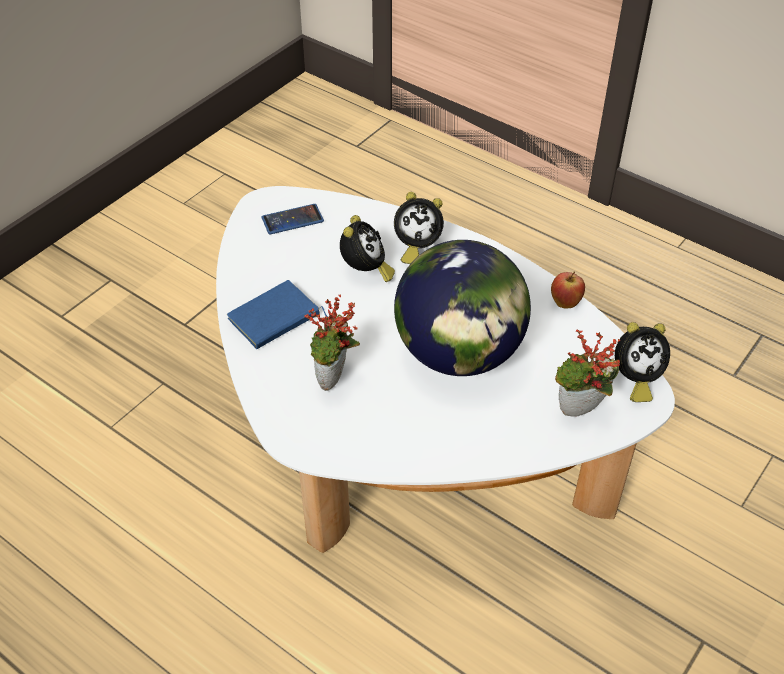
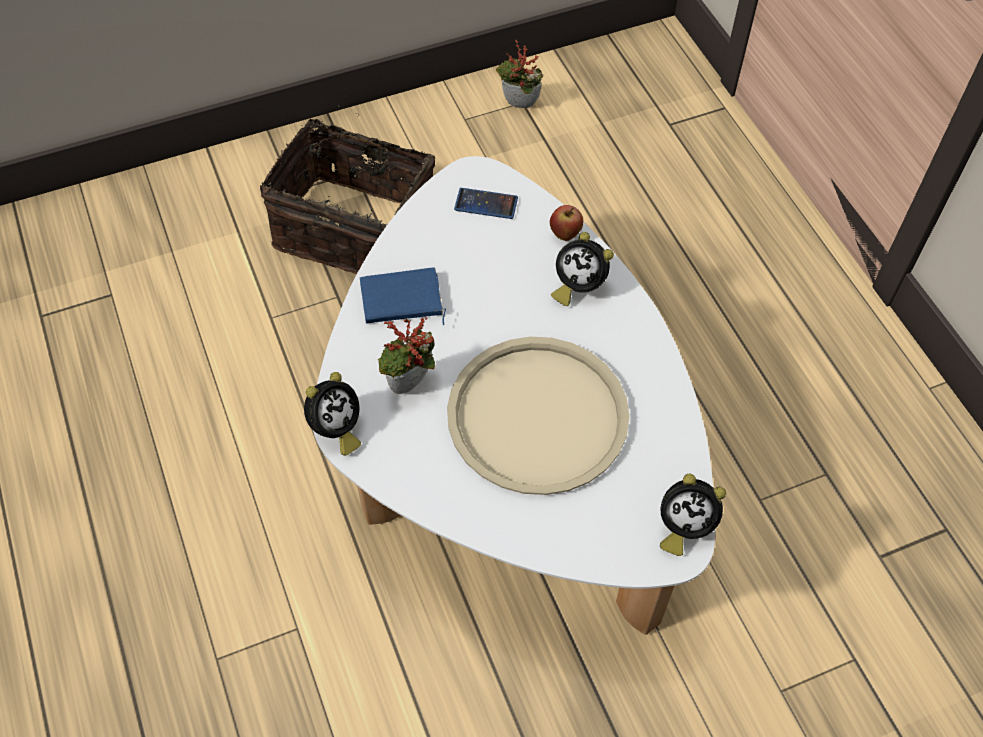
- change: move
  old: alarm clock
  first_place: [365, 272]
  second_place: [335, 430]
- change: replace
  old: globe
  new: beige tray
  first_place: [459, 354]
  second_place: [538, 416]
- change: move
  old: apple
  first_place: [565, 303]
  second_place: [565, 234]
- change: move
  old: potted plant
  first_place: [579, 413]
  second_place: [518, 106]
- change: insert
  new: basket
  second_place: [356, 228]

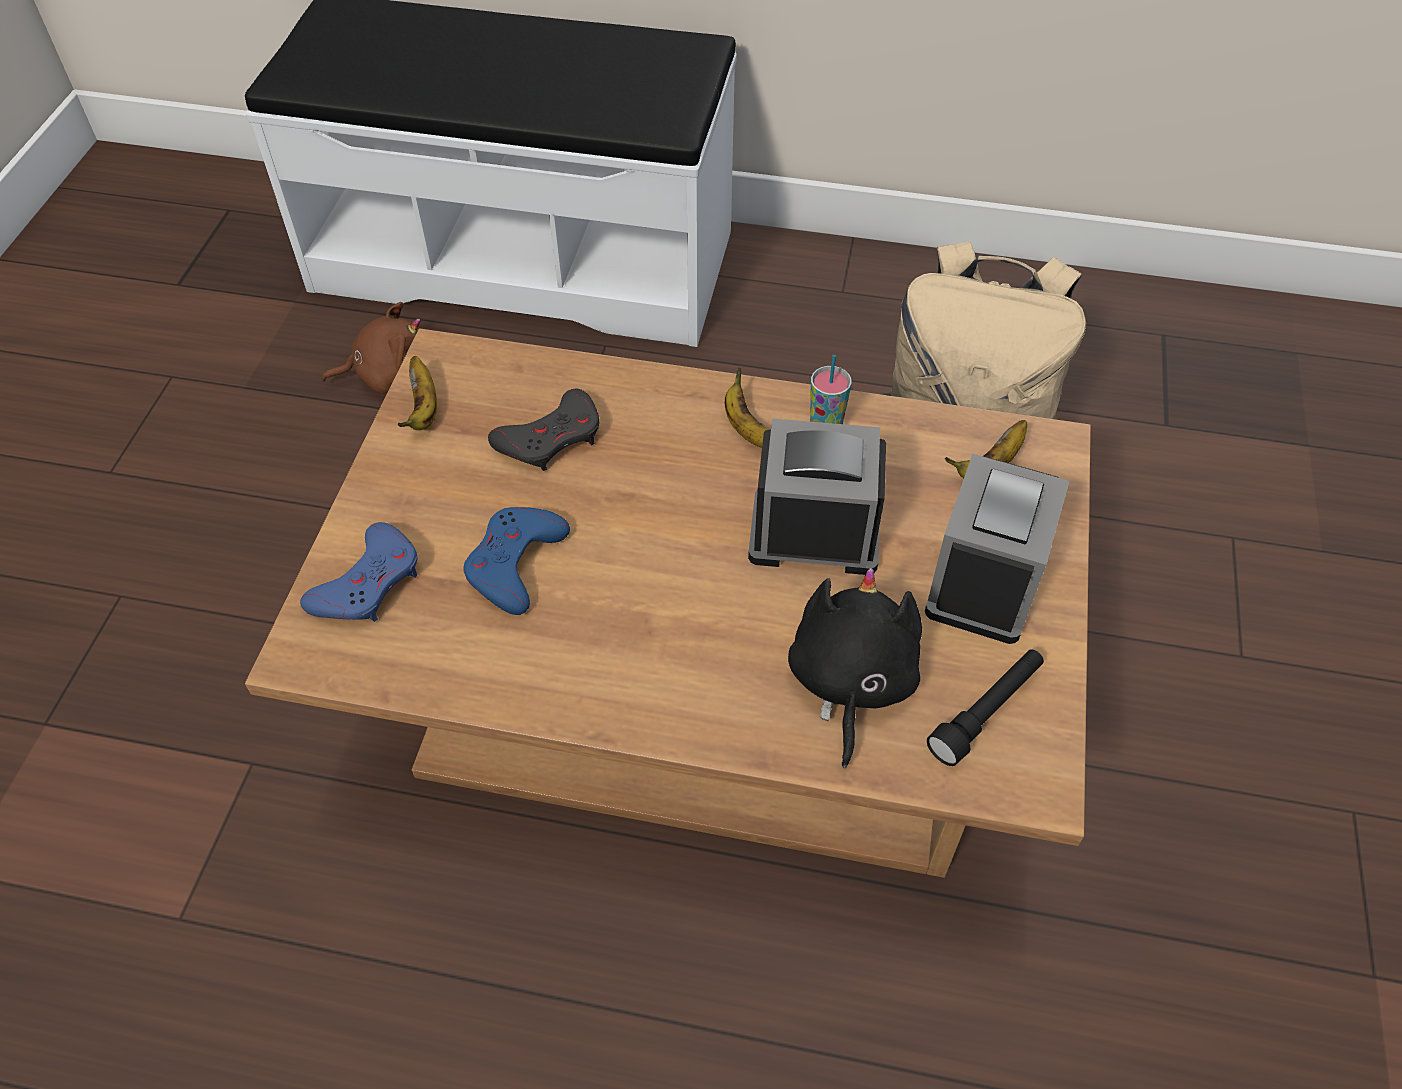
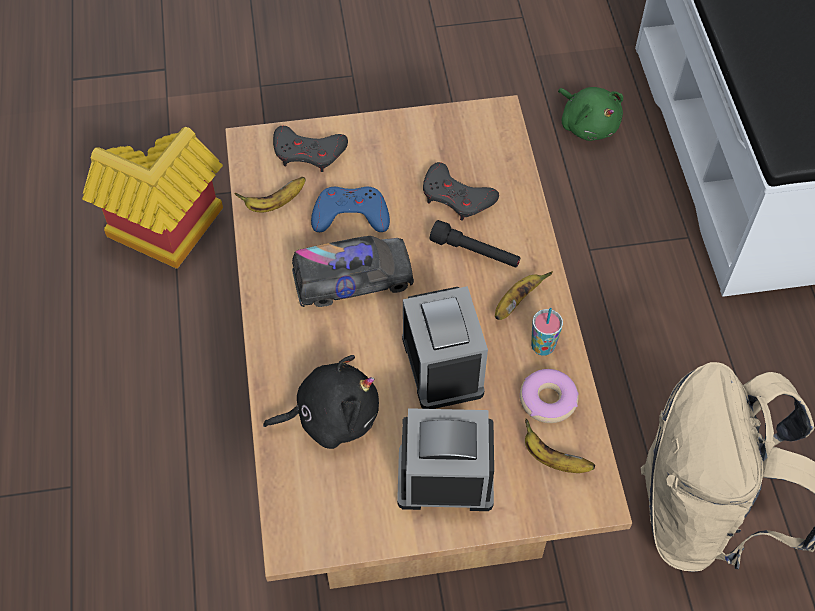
- change: recolor
  old: blue game controller
  new: grey game controller
  first_place: [368, 583]
  second_place: [308, 152]
- change: recolor
  old: brown plush toy
  new: green plush toy
  first_place: [389, 374]
  second_place: [588, 124]
- change: move
  old: banana
  first_place: [423, 409]
  second_place: [275, 203]
- change: move
  old: black flashlight
  first_place: [986, 712]
  second_place: [475, 252]
- change: insert
  new: toy house
  second_place: [164, 234]
- change: insert
  new: toy truck
  second_place: [353, 281]
- change: insert
  new: donut
  second_place: [548, 400]

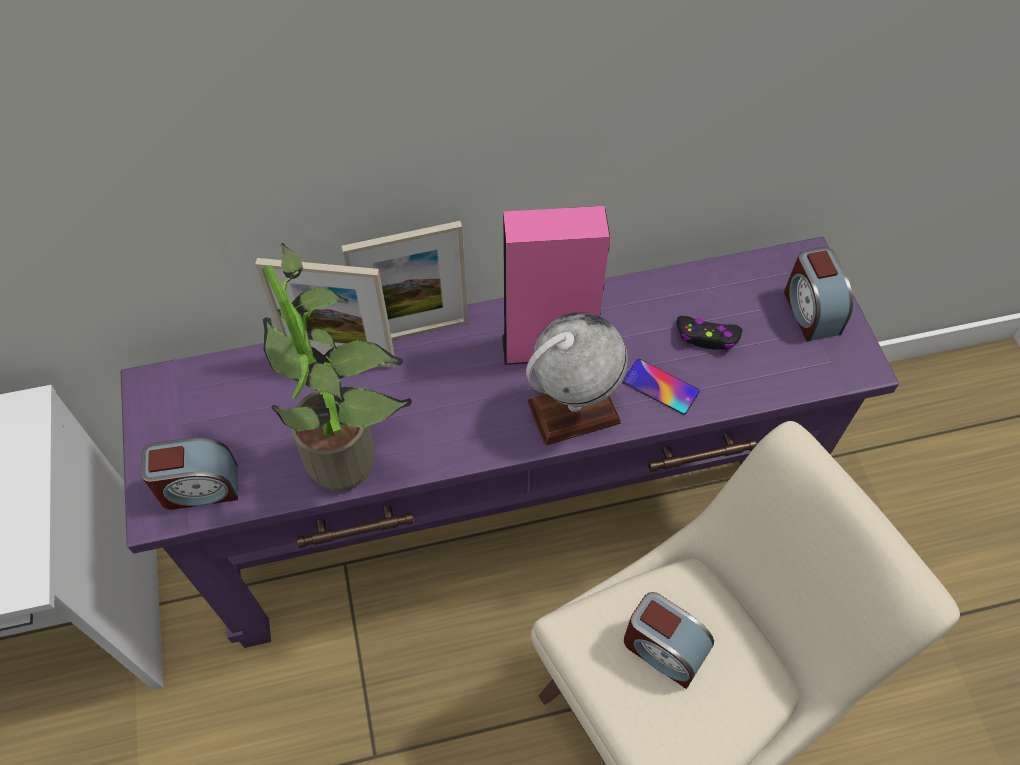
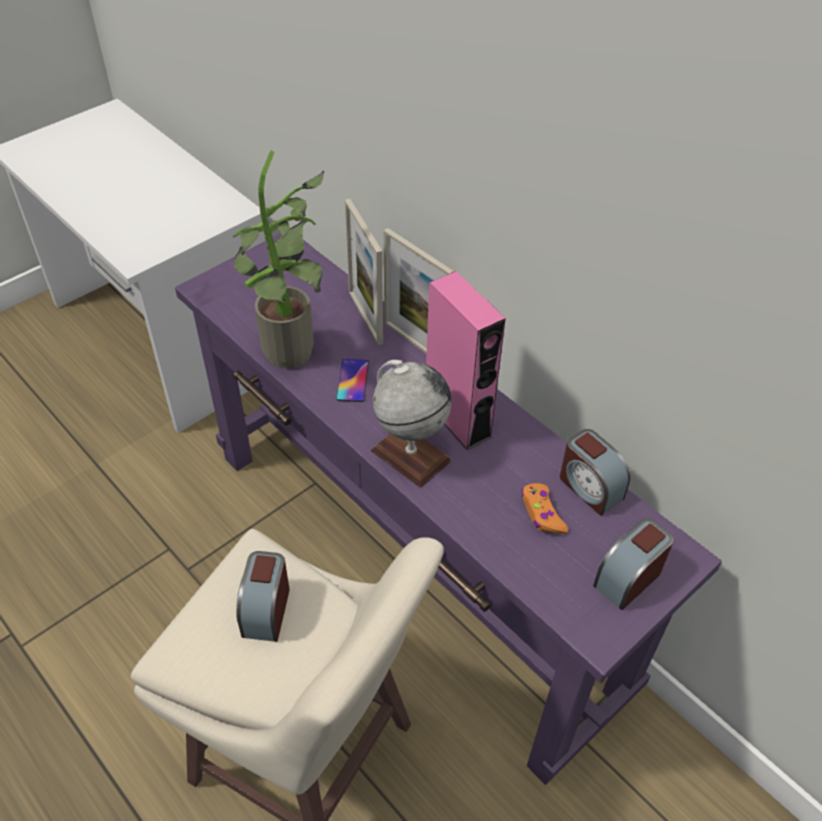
- change: move
  old: alarm clock
  first_place: [199, 487]
  second_place: [589, 487]
- change: move
  old: phone
  first_place: [660, 387]
  second_place: [353, 380]
- change: recolor
  old: black game controller
  new: orange game controller
  first_place: [707, 337]
  second_place: [542, 513]

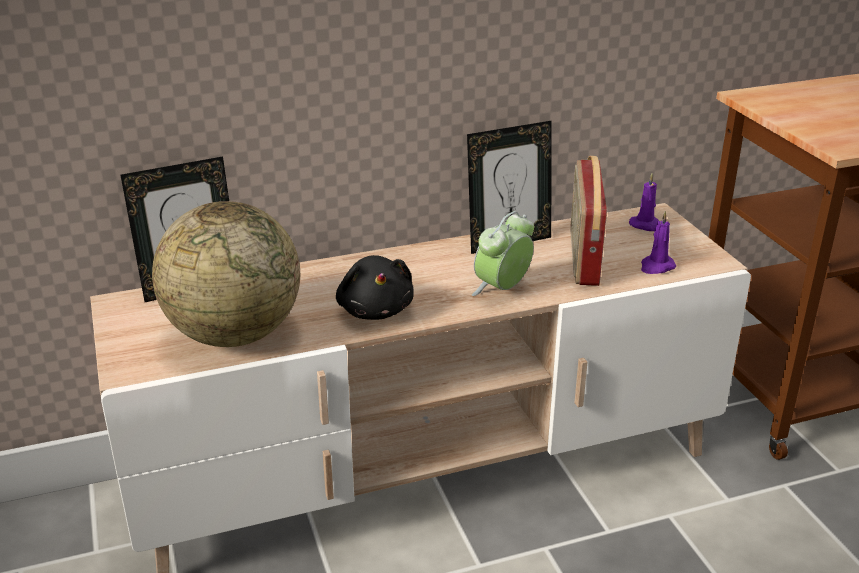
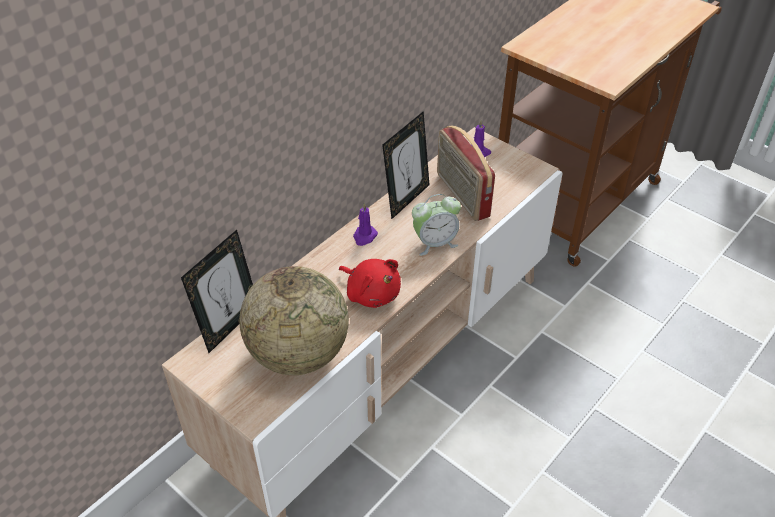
- change: recolor
  old: black plush toy
  new: red plush toy
  first_place: [375, 310]
  second_place: [371, 293]
- change: rotate
  old: alarm clock
  first_place: [502, 289]
  second_place: [435, 243]
  degrees: -120
- change: move
  old: purple candle
  first_place: [656, 267]
  second_place: [364, 237]

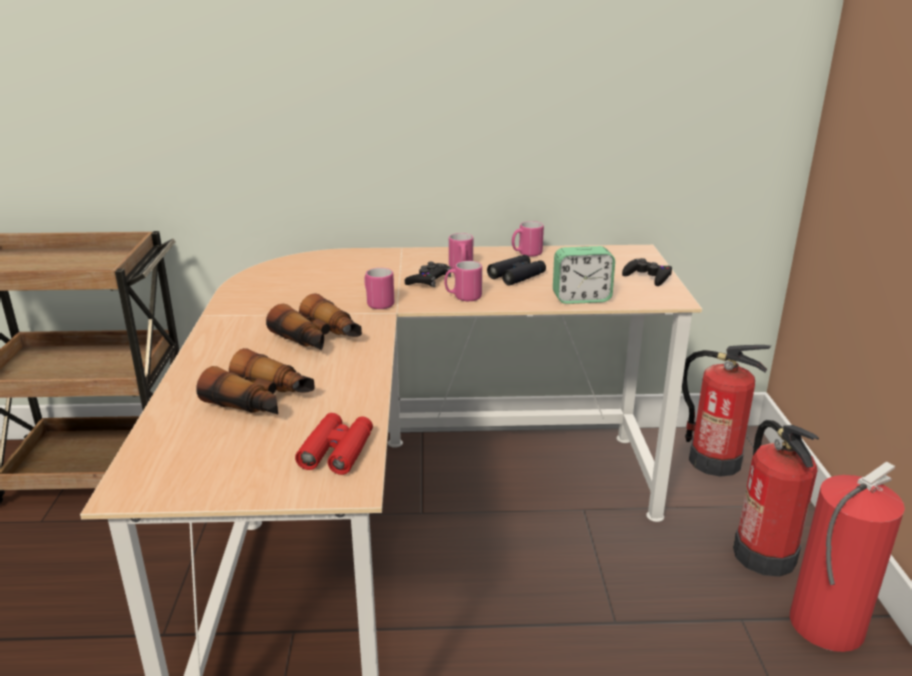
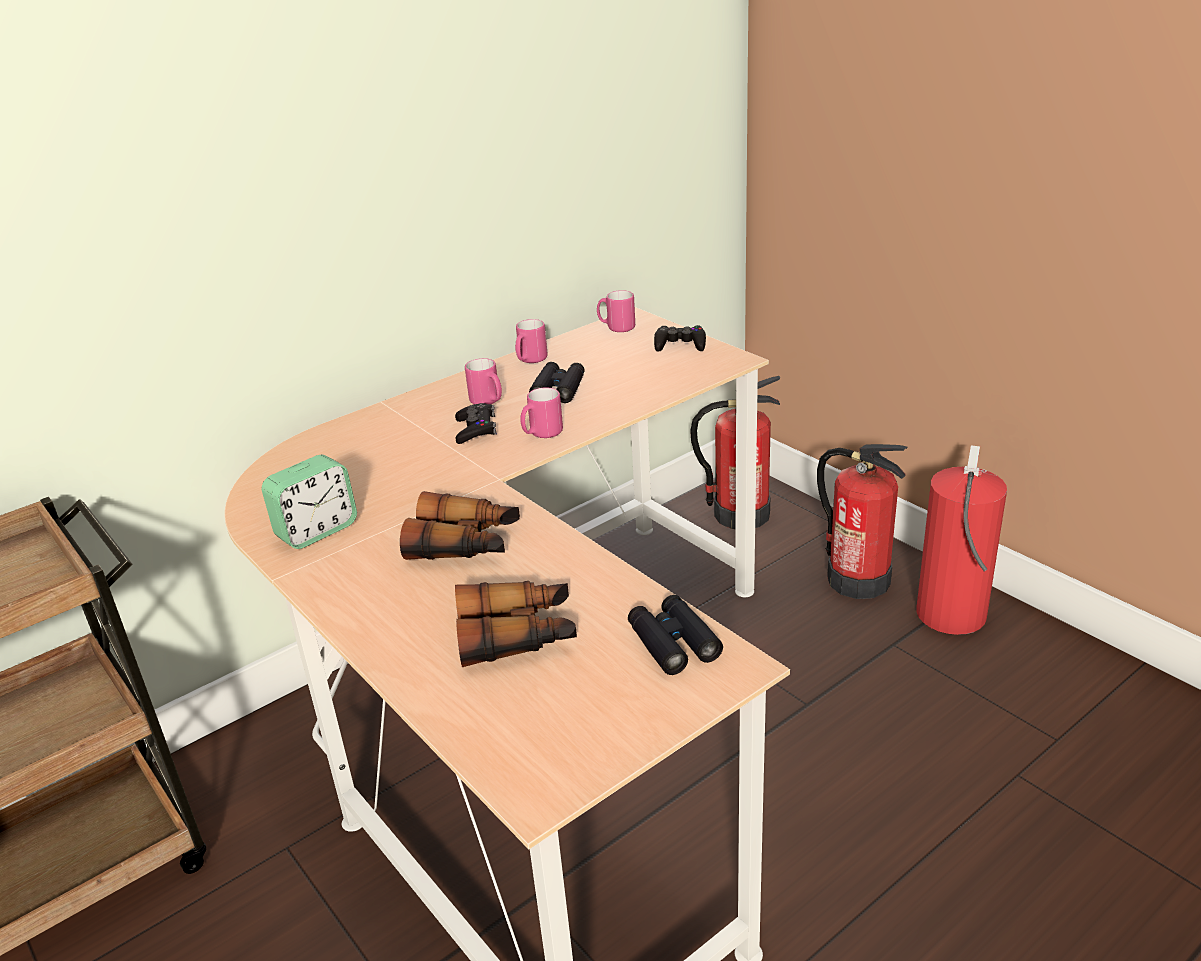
- change: recolor
  old: red binoculars
  new: black binoculars
  first_place: [337, 451]
  second_place: [673, 643]
- change: move
  old: pink mug
  first_place: [377, 303]
  second_place: [616, 328]
- change: move
  old: alarm clock
  first_place: [581, 298]
  second_place: [317, 531]

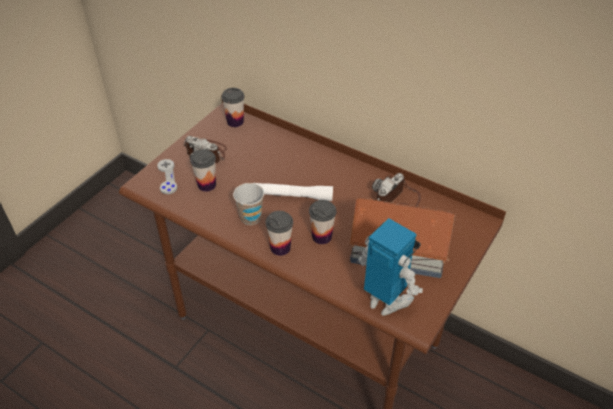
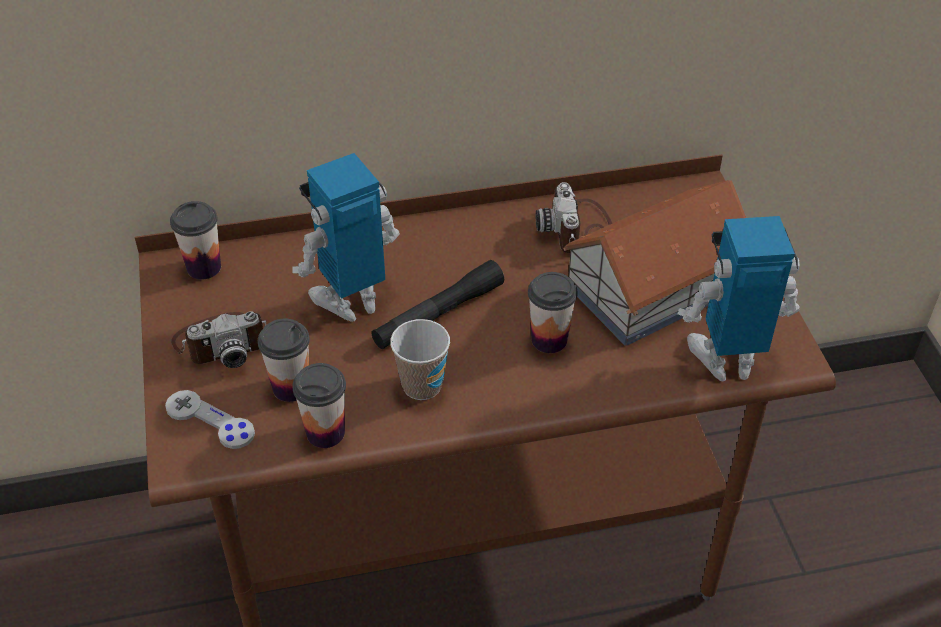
- change: recolor
  old: white flashlight
  new: black flashlight
  first_place: [293, 196]
  second_place: [438, 314]
- change: move
  old: cup
  first_place: [280, 248]
  second_place: [325, 433]
- change: insert
  new: toy robot
  second_place: [351, 301]

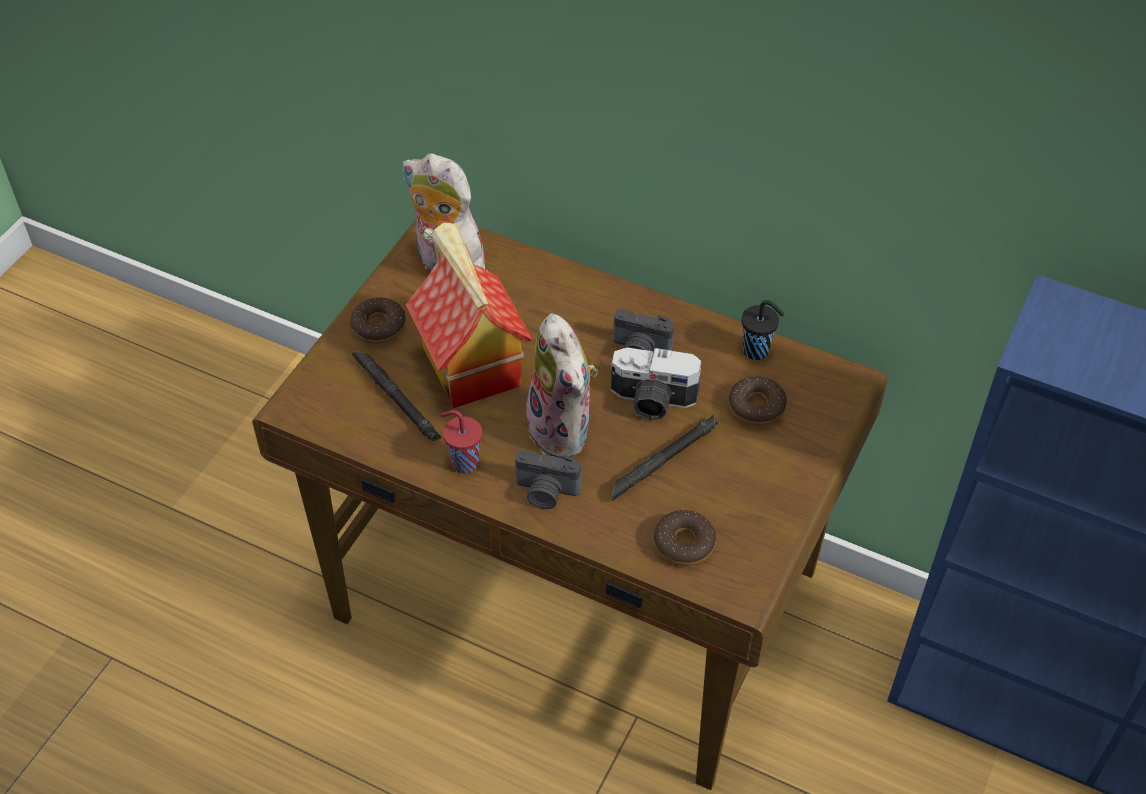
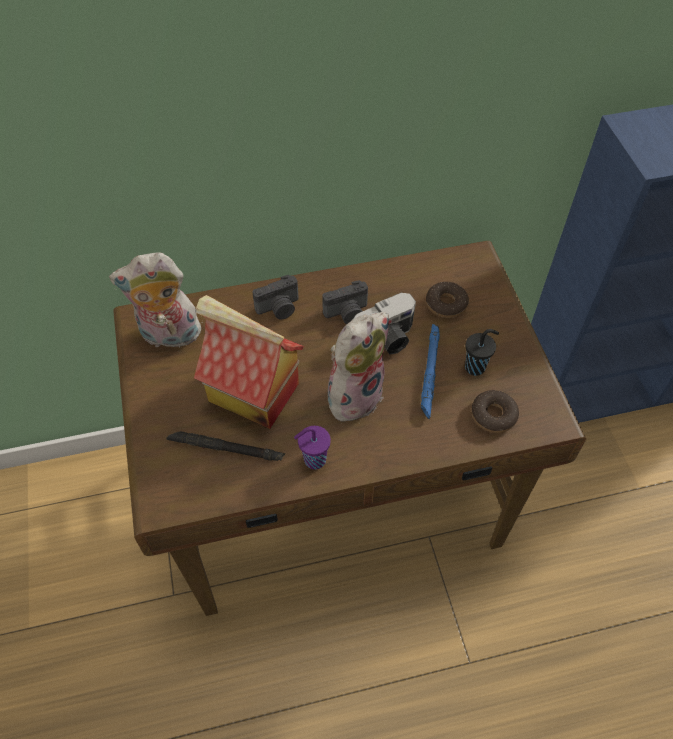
- change: delete
  old: donut
  first_place: [379, 327]
- change: recolor
  old: red cup
  new: purple cup
  first_place: [463, 462]
  second_place: [313, 460]
- change: move
  old: photo camera
  first_place: [546, 492]
  second_place: [279, 309]
- change: rotate
  old: plush toy
  first_place: [564, 430]
  second_place: [354, 394]
  degrees: -75
- change: recolor
  old: black flashlight
  new: blue flashlight
  first_place: [663, 461]
  second_place: [430, 373]
- change: move
  old: black cup
  first_place: [757, 351]
  second_place: [476, 367]

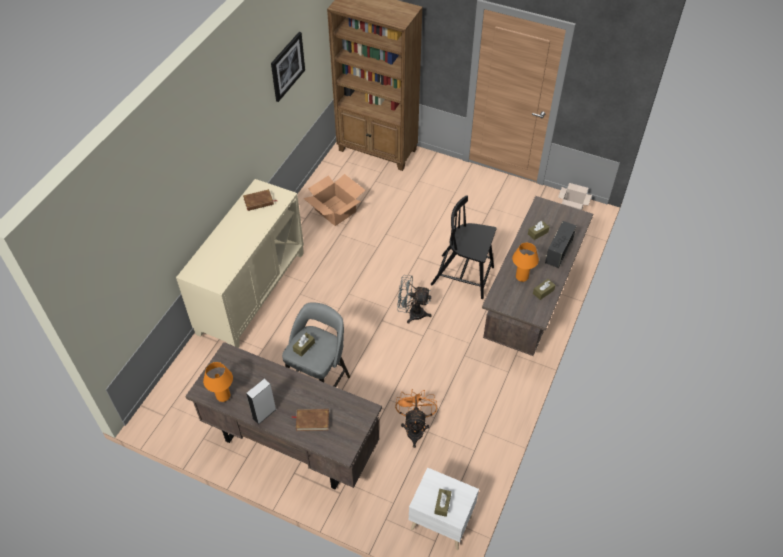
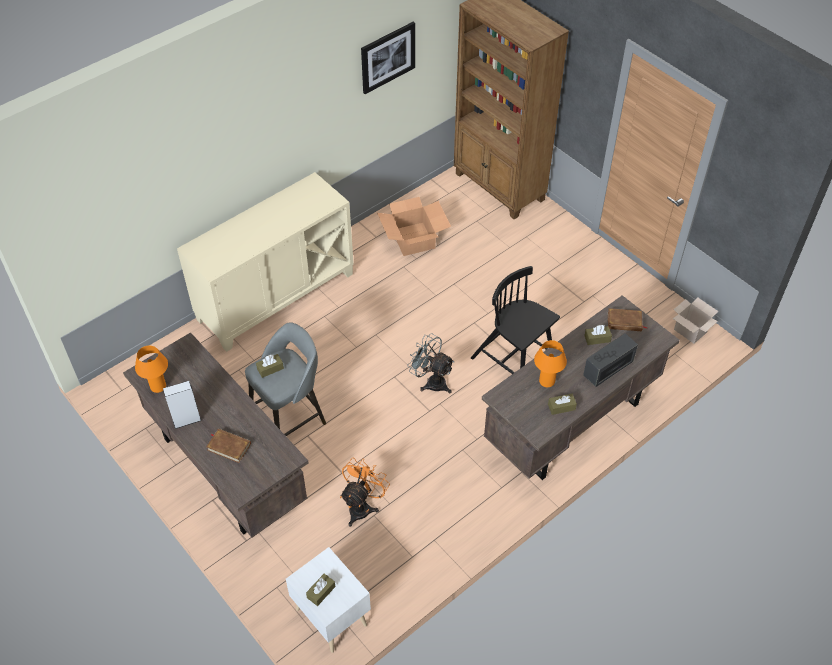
- change: move
  old: brown book
  first_place: [259, 202]
  second_place: [624, 322]

